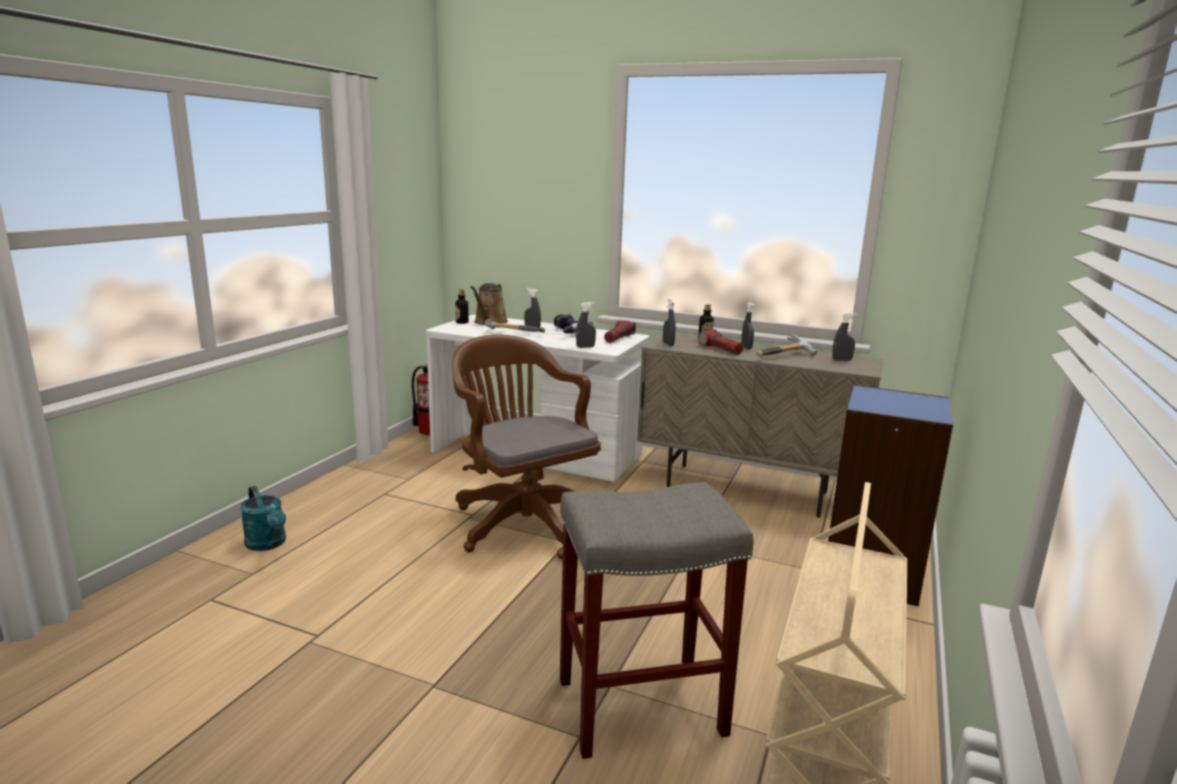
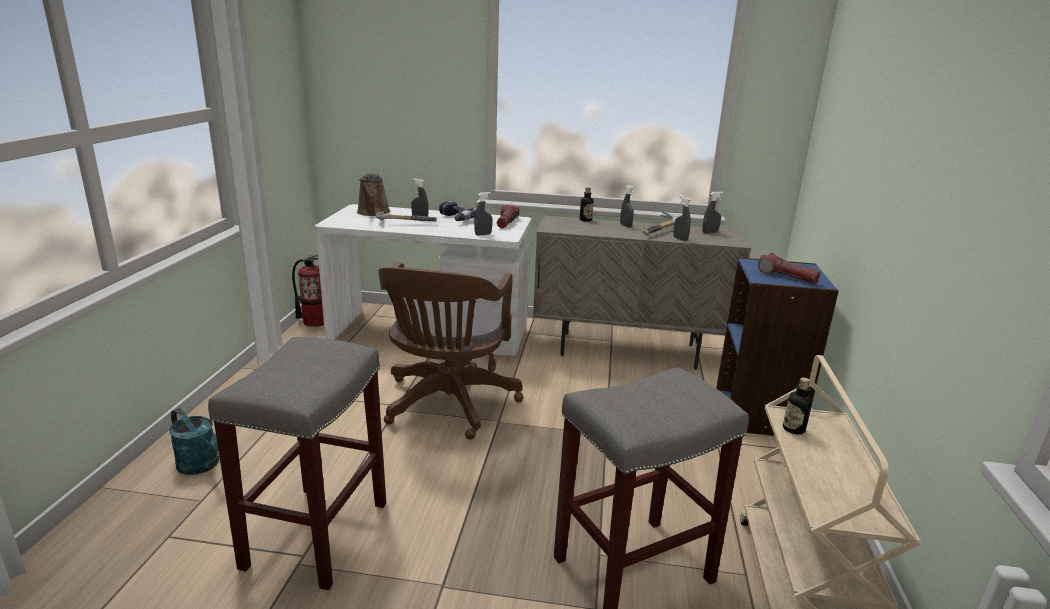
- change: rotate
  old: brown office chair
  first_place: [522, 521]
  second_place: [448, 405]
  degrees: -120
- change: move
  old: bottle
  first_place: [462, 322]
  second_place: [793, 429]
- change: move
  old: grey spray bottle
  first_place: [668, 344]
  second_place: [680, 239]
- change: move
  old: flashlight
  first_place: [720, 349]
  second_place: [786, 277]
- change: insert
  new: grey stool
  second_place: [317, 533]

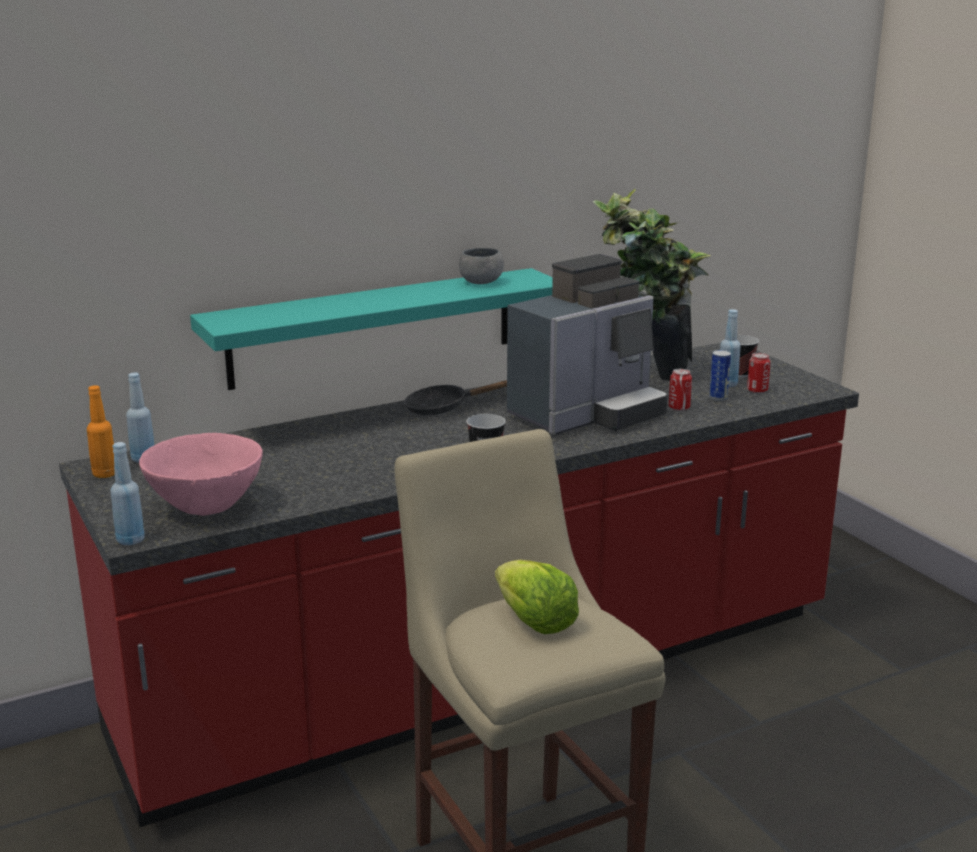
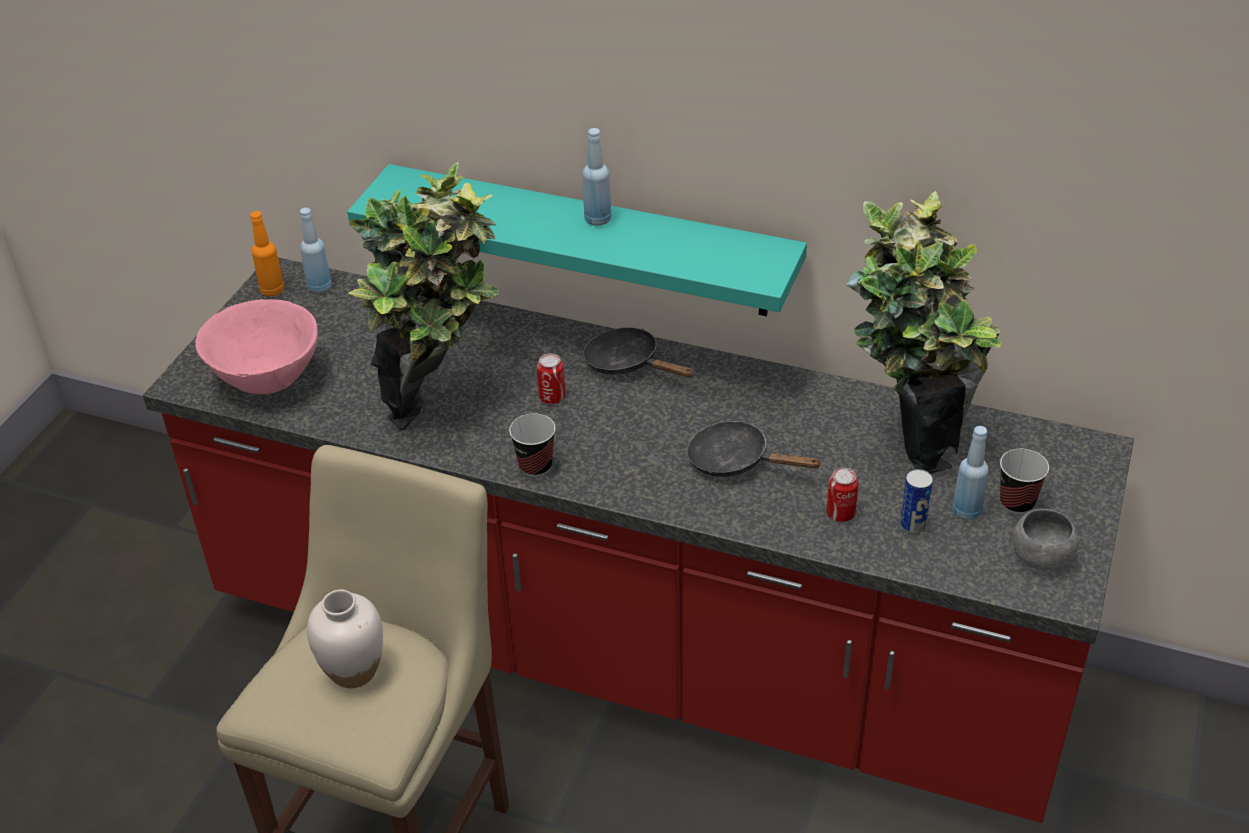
- change: move
  old: blue bottle
  first_place: [131, 540]
  second_place: [598, 219]
- change: move
  old: grey bowl
  first_place: [481, 282]
  second_place: [1041, 557]
- change: replace
  old: lettuce
  new: white vase
  first_place: [534, 621]
  second_place: [353, 671]
- change: replace
  old: coffee machine
  new: black frying pan
  first_place: [588, 414]
  second_place: [736, 461]
- change: move
  old: can
  first_place: [757, 390]
  second_place: [552, 397]
- change: insert
  new: potted plant
  second_place: [439, 399]

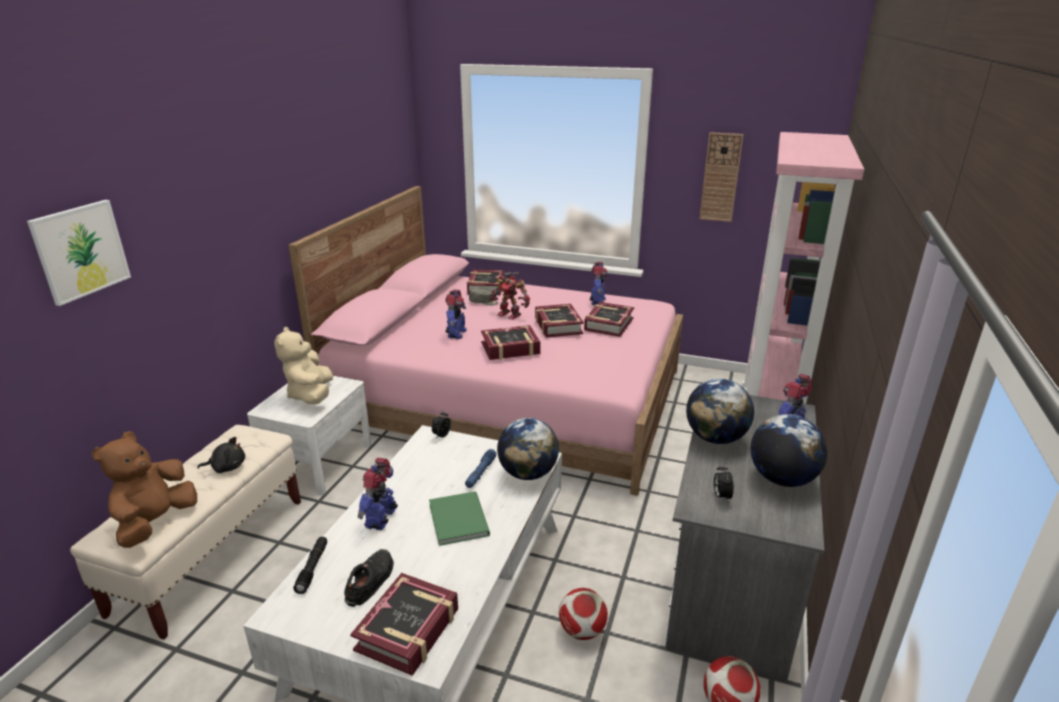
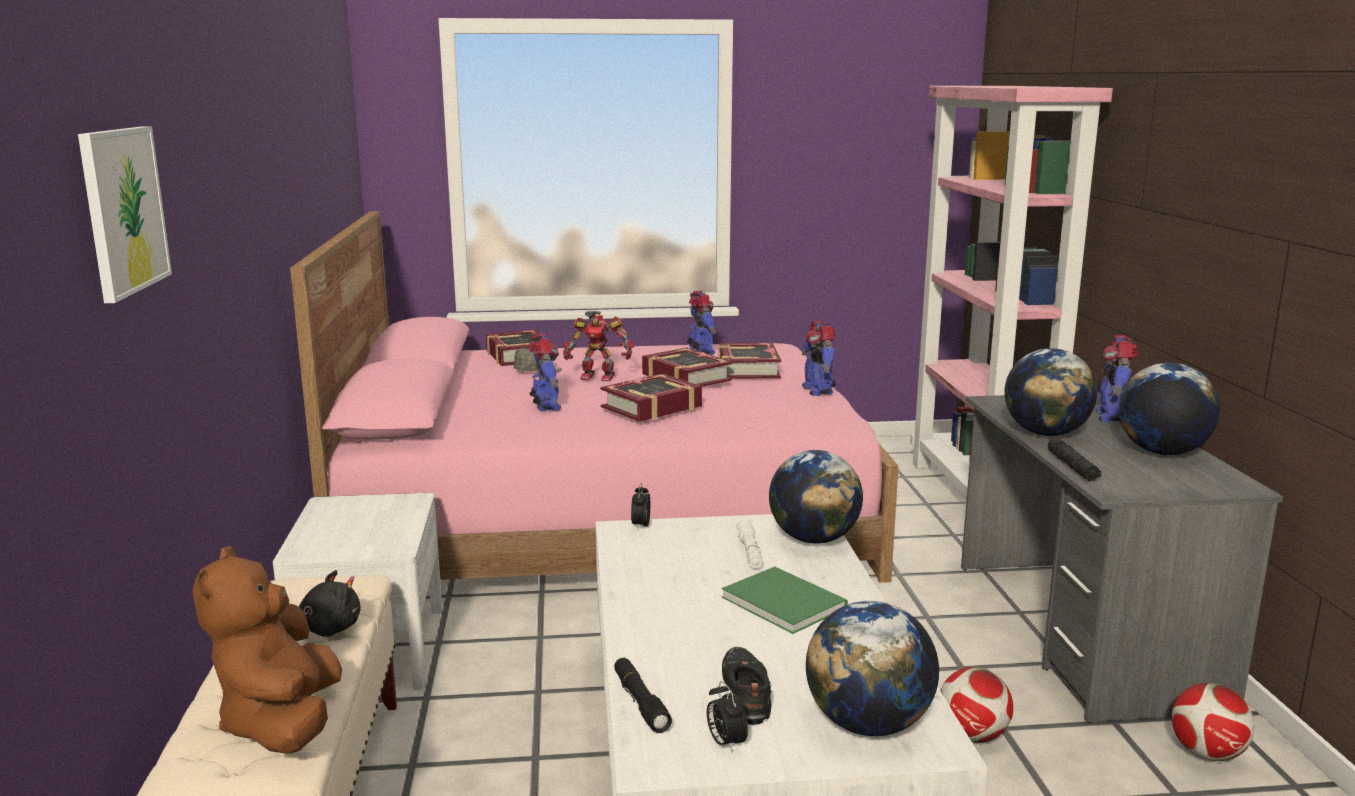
- change: delete
  old: beige plush toy
  first_place: [311, 395]
- change: replace
  old: book
  new: globe
  first_place: [408, 630]
  second_place: [868, 724]
- change: move
  old: toy robot
  first_place: [382, 518]
  second_place: [818, 390]
- change: recolor
  old: blue flashlight
  new: white flashlight
  first_place: [480, 473]
  second_place: [749, 551]
- change: delete
  old: wall clock
  first_place: [720, 177]
- change: move
  old: alarm clock
  first_place: [721, 496]
  second_place: [725, 743]
- change: insert
  new: black flashlight
  second_place: [1072, 467]

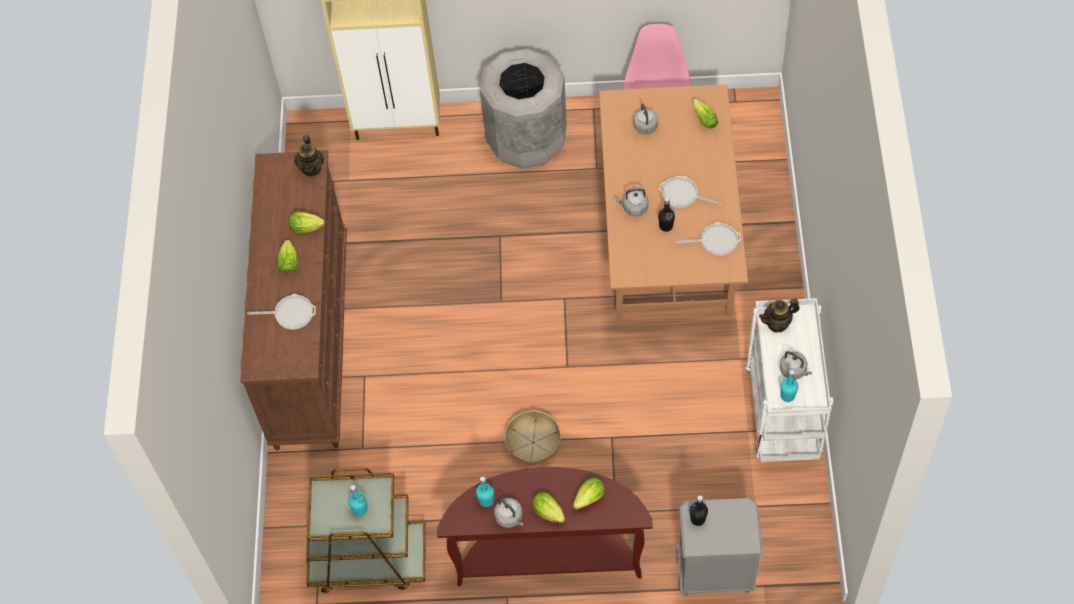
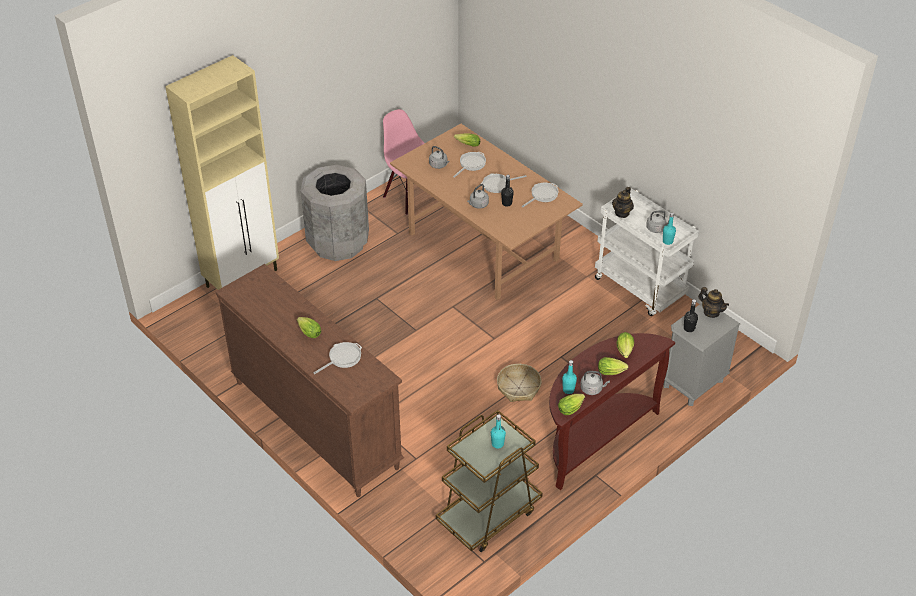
- change: move
  old: lettuce
  first_place: [308, 227]
  second_place: [571, 408]
- change: move
  old: teapot
  first_place: [311, 168]
  second_place: [711, 312]
- change: insert
  new: frying pan
  second_place: [471, 164]

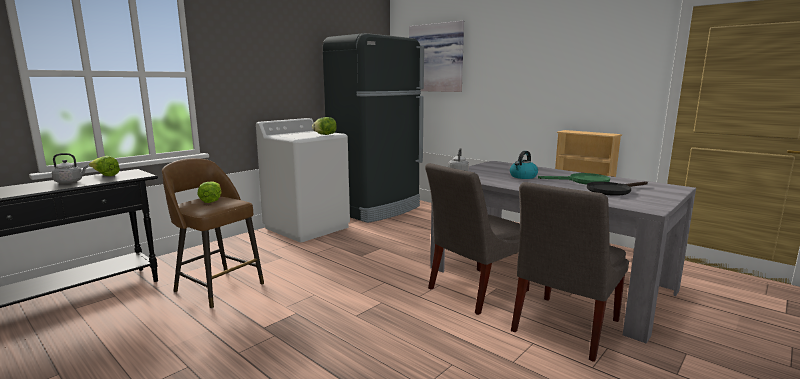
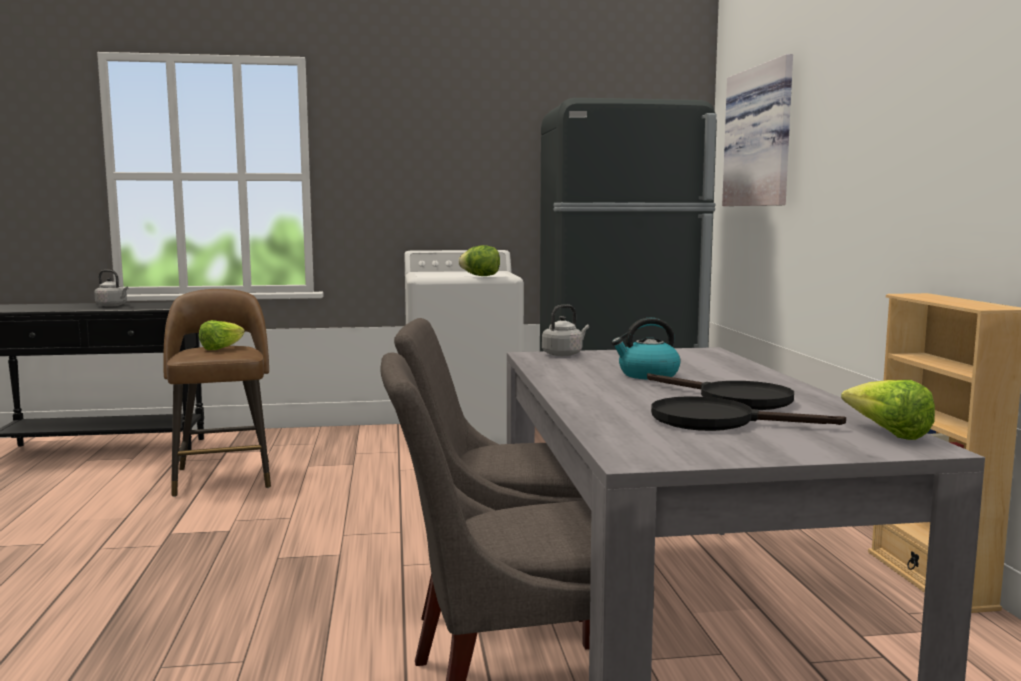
- change: move
  old: lettuce
  first_place: [105, 175]
  second_place: [888, 433]
- change: recolor
  old: green frying pan
  new: black frying pan
  first_place: [583, 181]
  second_place: [733, 399]

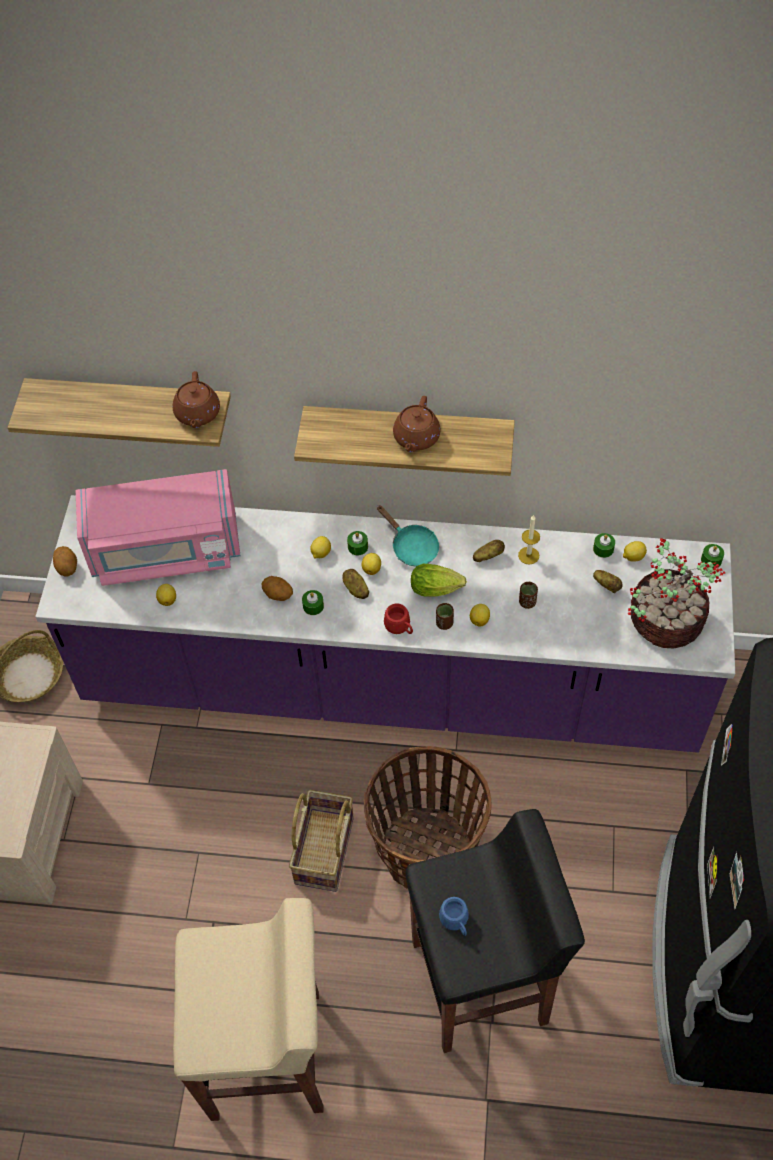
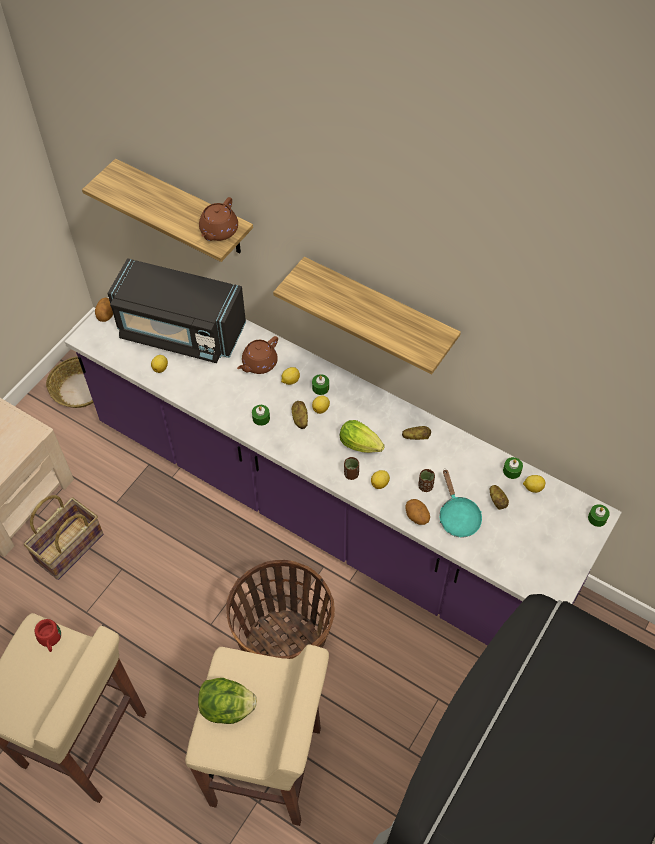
- change: recolor
  old: pink microwave
  new: black microwave
  first_place: [165, 550]
  second_place: [180, 331]
- change: move
  old: potato
  first_place: [277, 595]
  second_place: [416, 517]
- change: move
  old: basket
  first_place: [325, 851]
  second_place: [69, 548]
- change: move
  old: turquoise frying pan
  first_place: [411, 547]
  second_place: [457, 516]
- change: move
  old: red mug
  first_place: [400, 627]
  second_place: [50, 640]
- change: move
  old: brown teapot
  first_place: [416, 438]
  second_place: [259, 364]
- change: recolor
  old: black stool
  new: beige stool
  first_place: [482, 982]
  second_place: [268, 767]
- change: replace
  old: blue mug
  new: lettuce
  first_place: [456, 922]
  second_place: [227, 707]
- change: delete
  old: candle
  first_place: [528, 555]
- change: delete
  old: potted plant
  first_place: [663, 621]

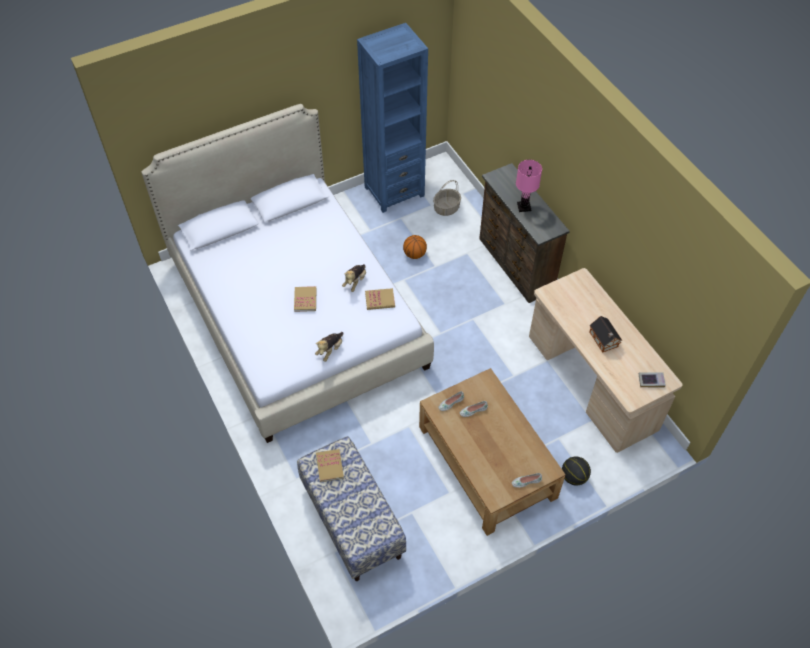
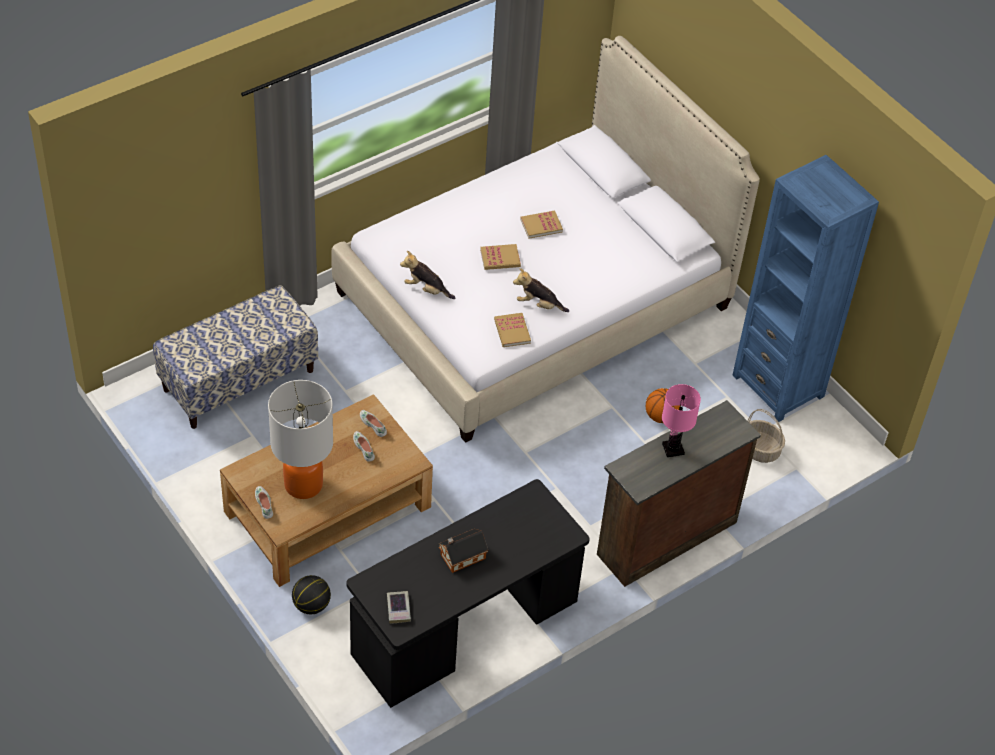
- change: move
  old: book
  first_place: [329, 466]
  second_place: [541, 225]
- change: recolor
  old: beige desk
  new: black desk
  first_place: [591, 383]
  second_place: [465, 630]
- change: insert
  new: table lamp
  second_place: [304, 484]

